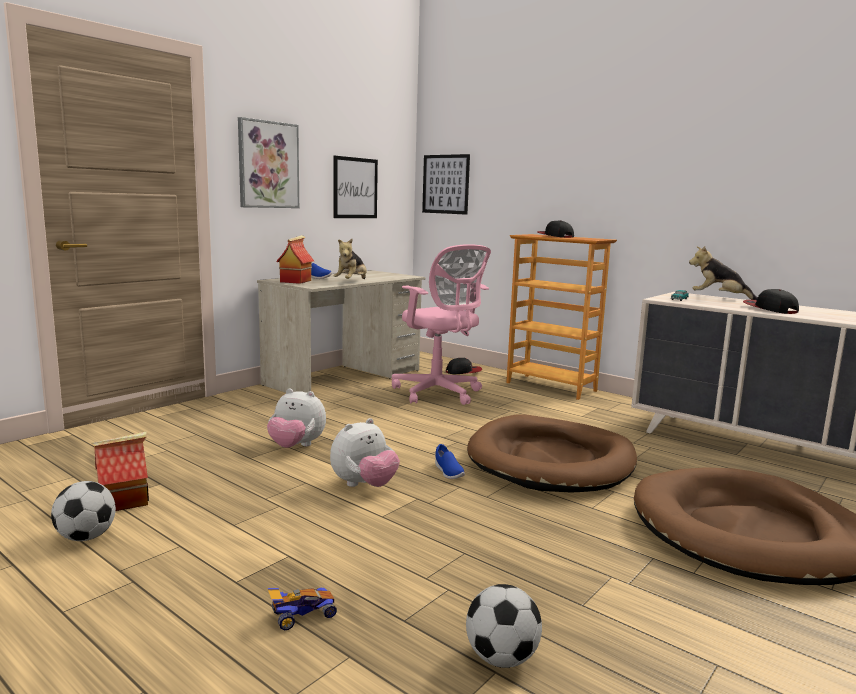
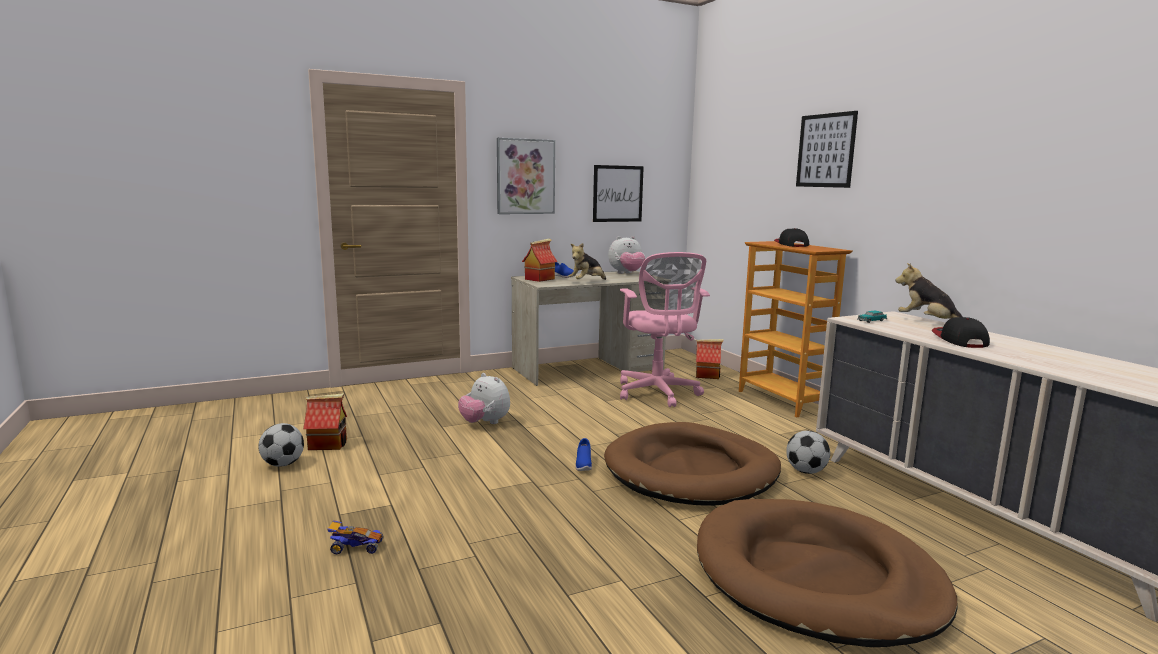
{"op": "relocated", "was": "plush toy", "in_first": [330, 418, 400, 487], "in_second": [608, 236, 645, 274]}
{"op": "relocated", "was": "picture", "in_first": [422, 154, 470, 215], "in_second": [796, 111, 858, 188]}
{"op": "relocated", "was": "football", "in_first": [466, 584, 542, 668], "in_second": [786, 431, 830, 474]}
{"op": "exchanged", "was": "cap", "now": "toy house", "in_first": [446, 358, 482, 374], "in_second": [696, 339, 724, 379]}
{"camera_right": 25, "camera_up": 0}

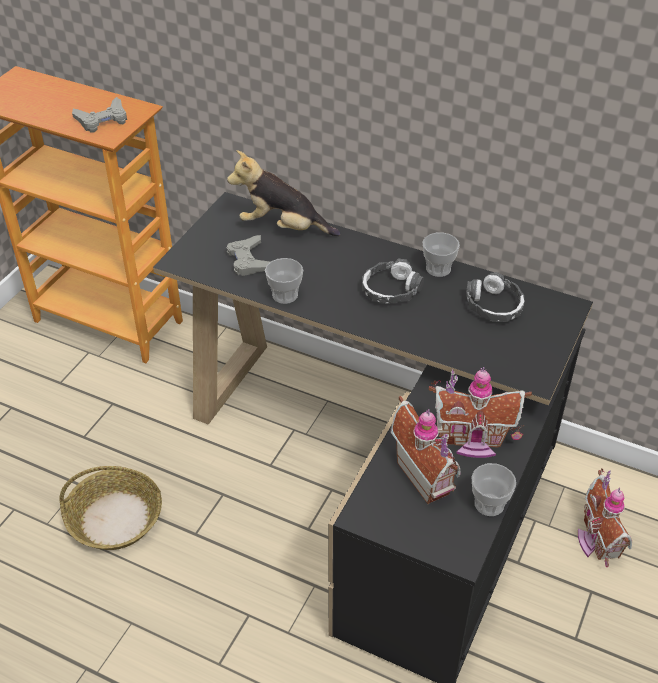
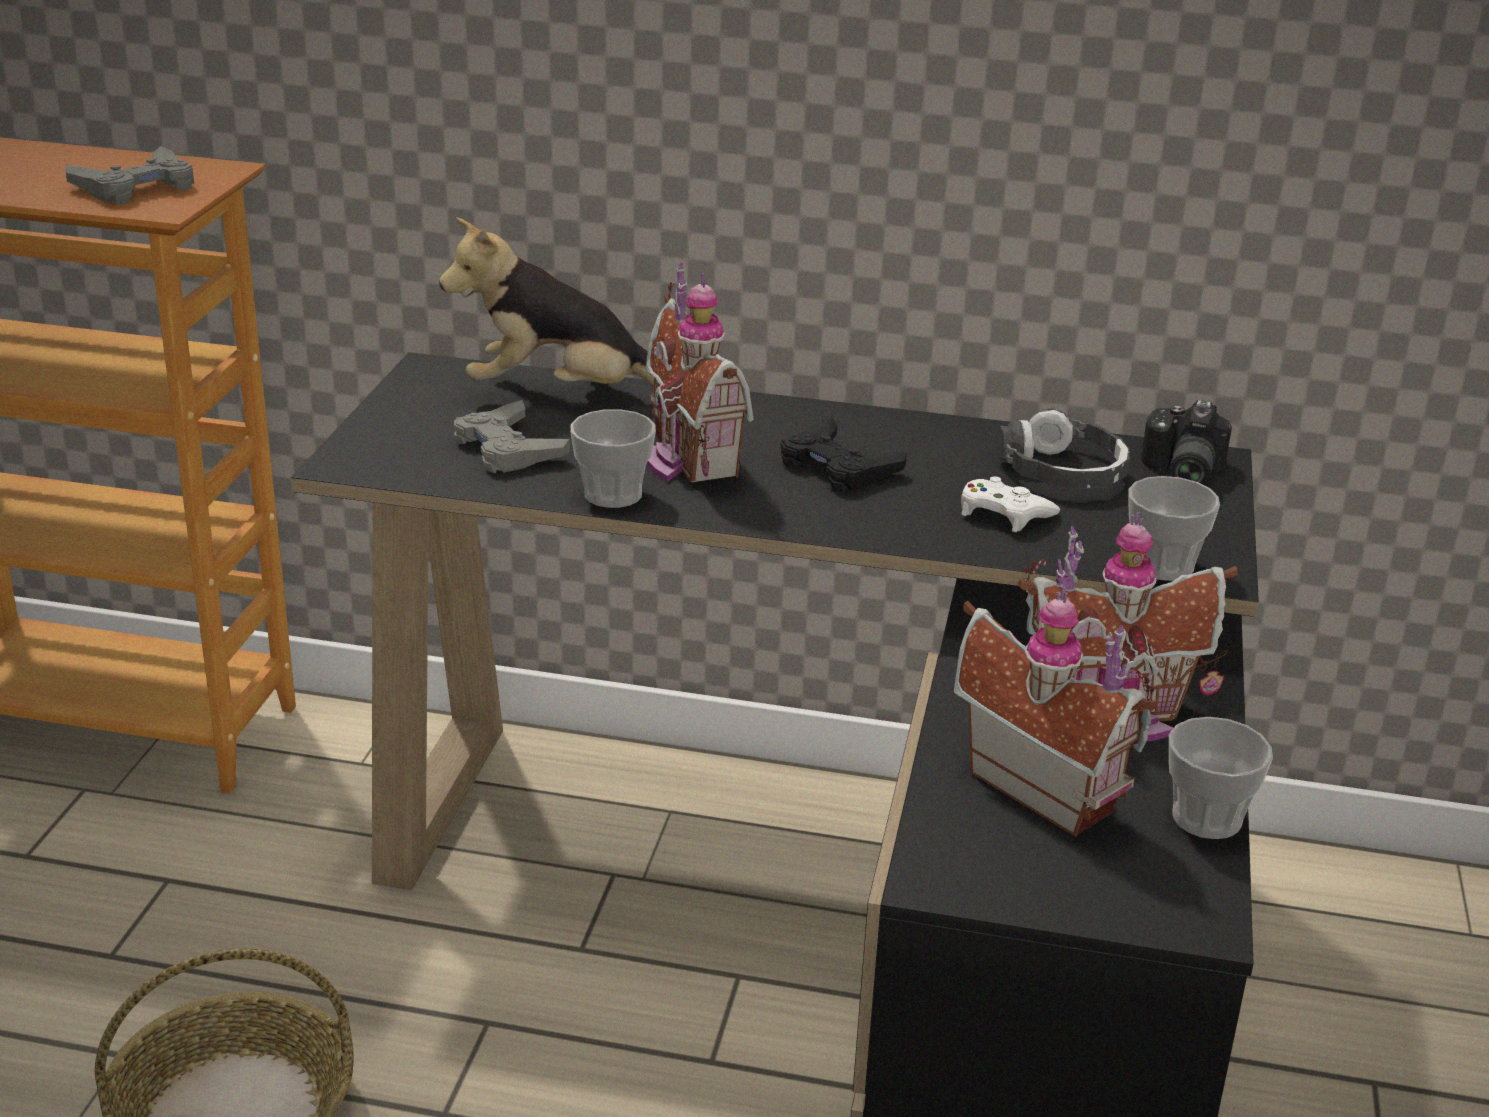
{"op": "appeared", "now": "game controller in white", "in_second": [961, 476, 1060, 532]}
{"op": "appeared", "now": "photo camera", "in_second": [1141, 400, 1232, 485]}
{"op": "relocated", "was": "cup", "in_first": [423, 233, 460, 277], "in_second": [1128, 476, 1220, 581]}
{"op": "relocated", "was": "toy house", "in_first": [578, 468, 632, 567], "in_second": [646, 263, 754, 482]}
{"op": "exchanged", "was": "headphones", "now": "game controller in black", "in_first": [362, 259, 424, 303], "in_second": [781, 417, 907, 493]}
{"camera_right": -15, "camera_up": -15}

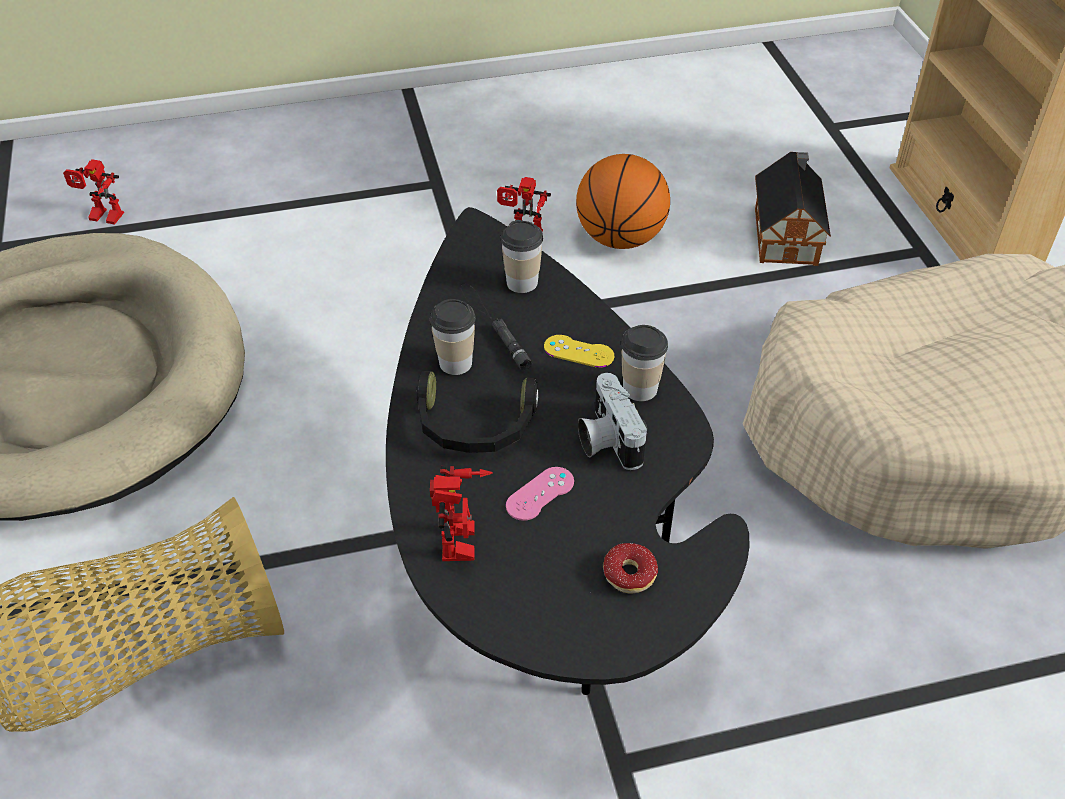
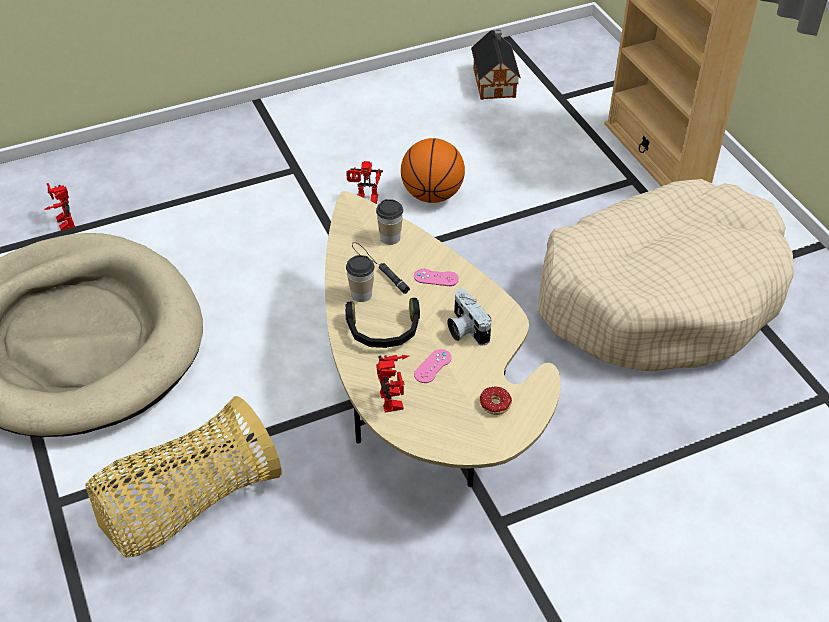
{"op": "missing", "was": "cup", "in_first": [621, 325, 668, 401]}
{"op": "relocated", "was": "toy house", "in_first": [755, 152, 831, 266], "in_second": [471, 30, 521, 100]}
{"op": "colour", "was": "coffee table in black", "now": "coffee table in beige", "in_first": [386, 207, 750, 695], "in_second": [325, 191, 561, 487]}
{"op": "colour", "was": "game controller in yellow", "now": "game controller in pink", "in_first": [544, 335, 614, 368], "in_second": [414, 268, 459, 286]}
{"op": "spun", "was": "toy robot", "in_first": [63, 159, 124, 224], "in_second": [44, 183, 75, 231], "clockwise": 60}
{"camera_right": -10, "camera_up": 0}

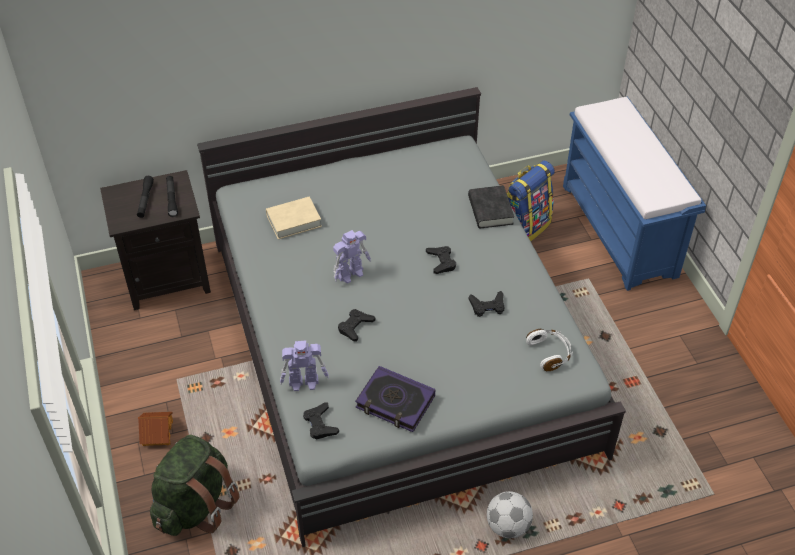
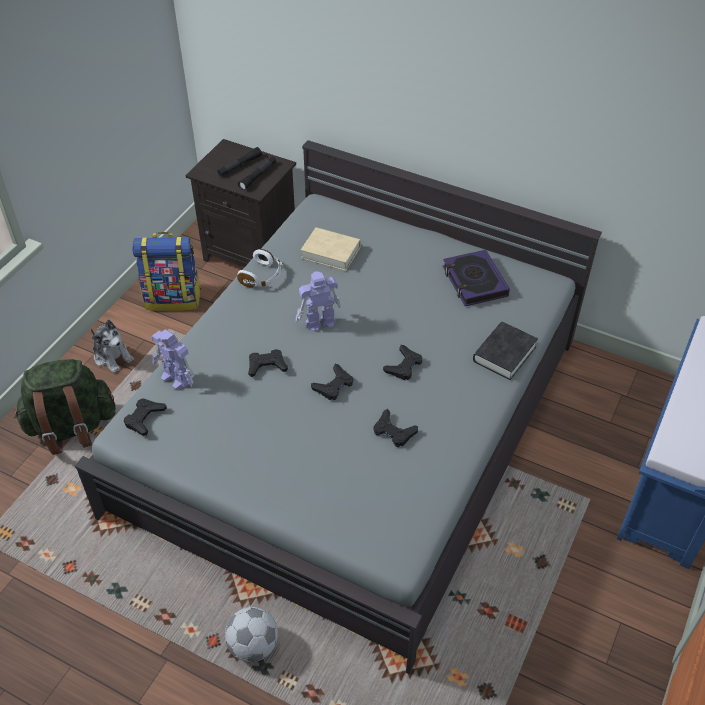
{"op": "appeared", "now": "game controller in black", "in_second": [311, 363, 353, 400]}
{"op": "relocated", "was": "book", "in_first": [355, 366, 435, 432], "in_second": [443, 250, 510, 306]}
{"op": "relocated", "was": "backpack", "in_first": [507, 160, 555, 241], "in_second": [132, 232, 201, 311]}
{"op": "relocated", "was": "headphones in white", "in_first": [526, 329, 573, 371], "in_second": [237, 249, 283, 287]}
{"op": "exchanged", "was": "toy house", "now": "plush toy", "in_first": [138, 412, 173, 446], "in_second": [91, 320, 134, 373]}
{"op": "spun", "was": "toy robot", "in_first": [333, 230, 371, 284], "in_second": [295, 271, 341, 332], "clockwise": 150}
{"camera_right": 45, "camera_up": 0}

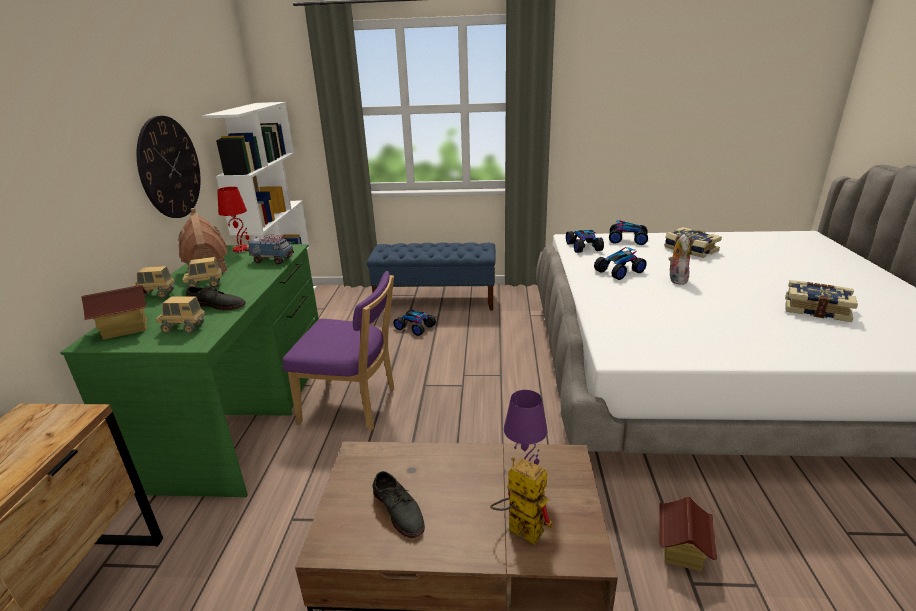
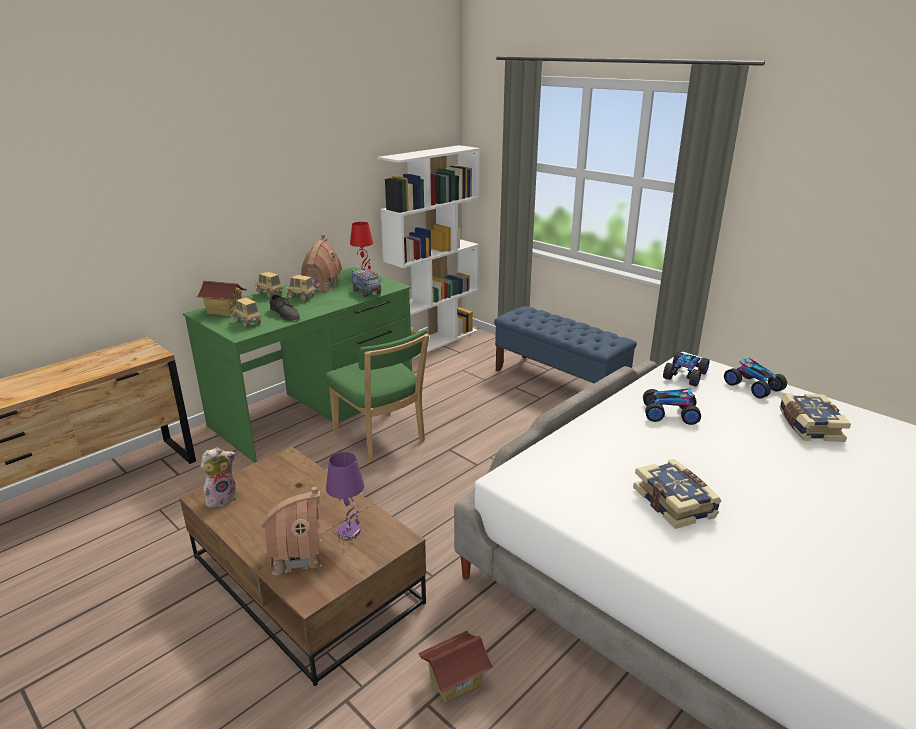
{"op": "missing", "was": "wall clock", "in_first": [136, 116, 200, 218]}
{"op": "missing", "was": "shoe in grey", "in_first": [372, 471, 425, 538]}
{"op": "missing", "was": "toy car", "in_first": [393, 310, 436, 336]}
{"op": "relocated", "was": "plush toy", "in_first": [668, 234, 690, 285], "in_second": [200, 447, 237, 509]}
{"op": "relocated", "was": "book", "in_first": [785, 280, 858, 322], "in_second": [633, 459, 722, 529]}
{"op": "exchanged", "was": "toy robot", "now": "toy house", "in_first": [490, 457, 553, 545], "in_second": [261, 487, 322, 575]}
{"op": "colour", "was": "chair in purple", "now": "chair in green", "in_first": [283, 271, 394, 431], "in_second": [326, 329, 429, 462]}
{"camera_right": 40, "camera_up": 0}

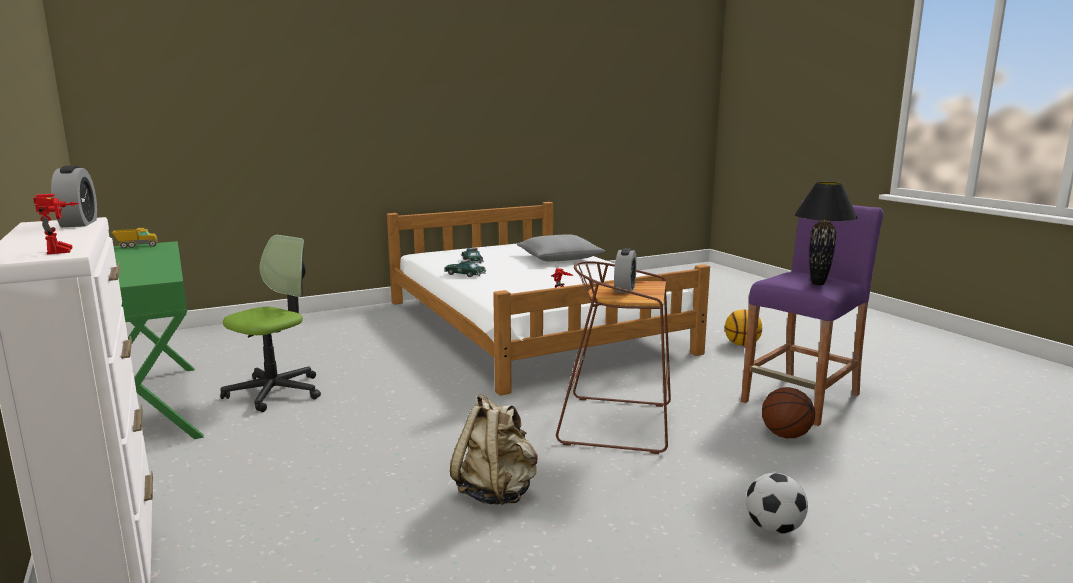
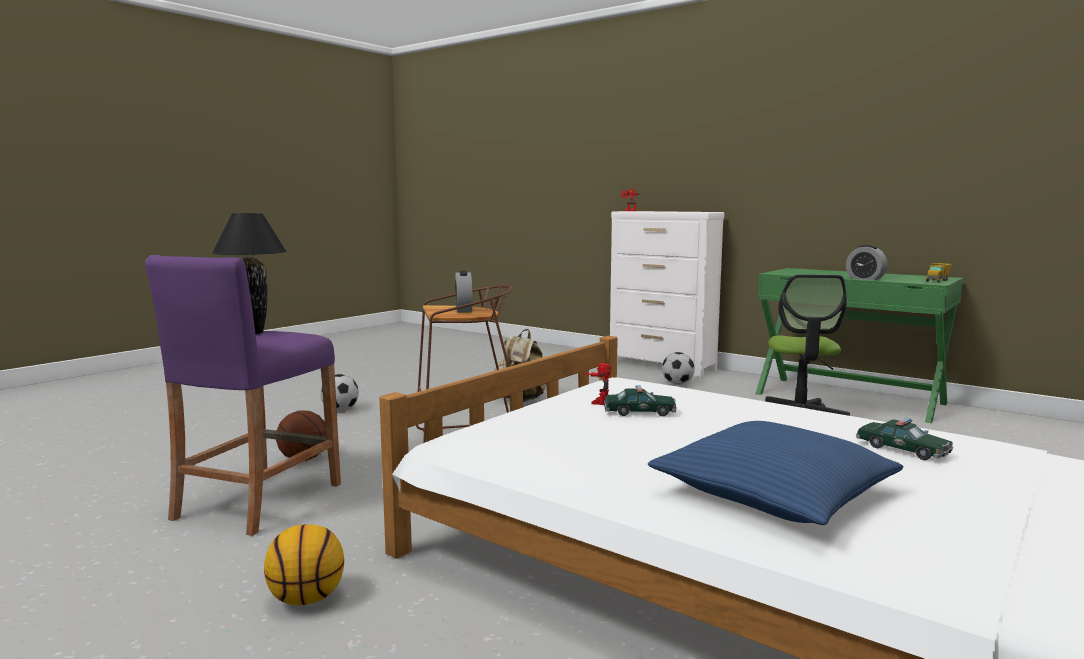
{"op": "appeared", "now": "football", "in_second": [662, 352, 695, 385]}
{"op": "relocated", "was": "alarm clock", "in_first": [51, 165, 97, 227], "in_second": [846, 245, 887, 280]}
{"op": "relocated", "was": "toy car", "in_first": [444, 259, 486, 277], "in_second": [604, 385, 676, 416]}
{"op": "colour", "was": "pillow in grey", "now": "pillow in blue", "in_first": [517, 234, 605, 262], "in_second": [648, 421, 904, 525]}
{"camera_right": 155, "camera_up": -5}

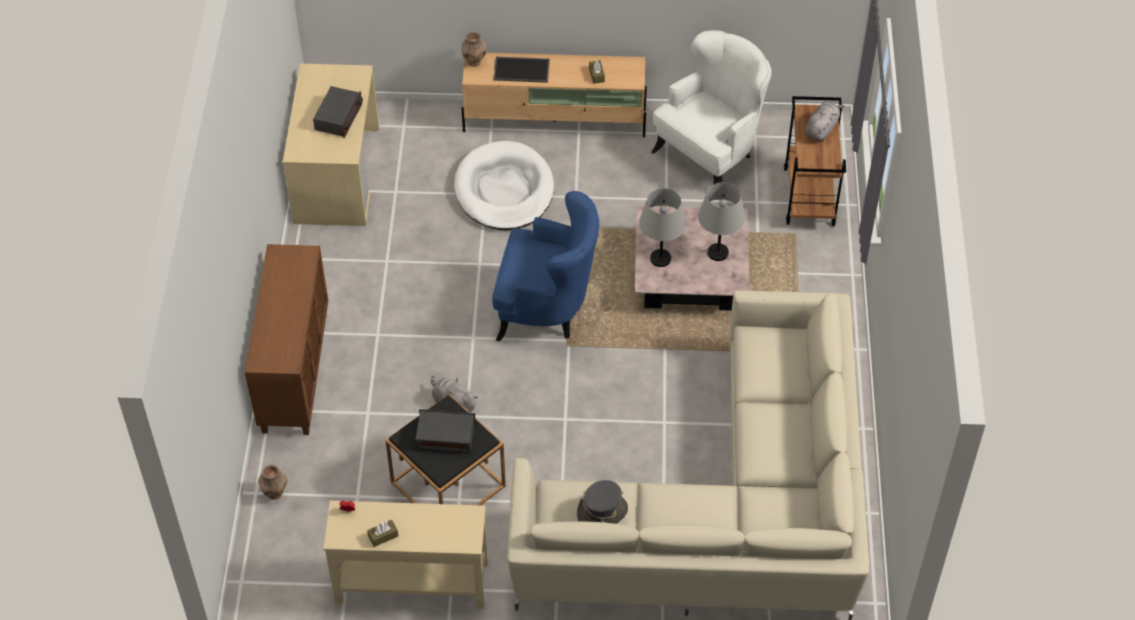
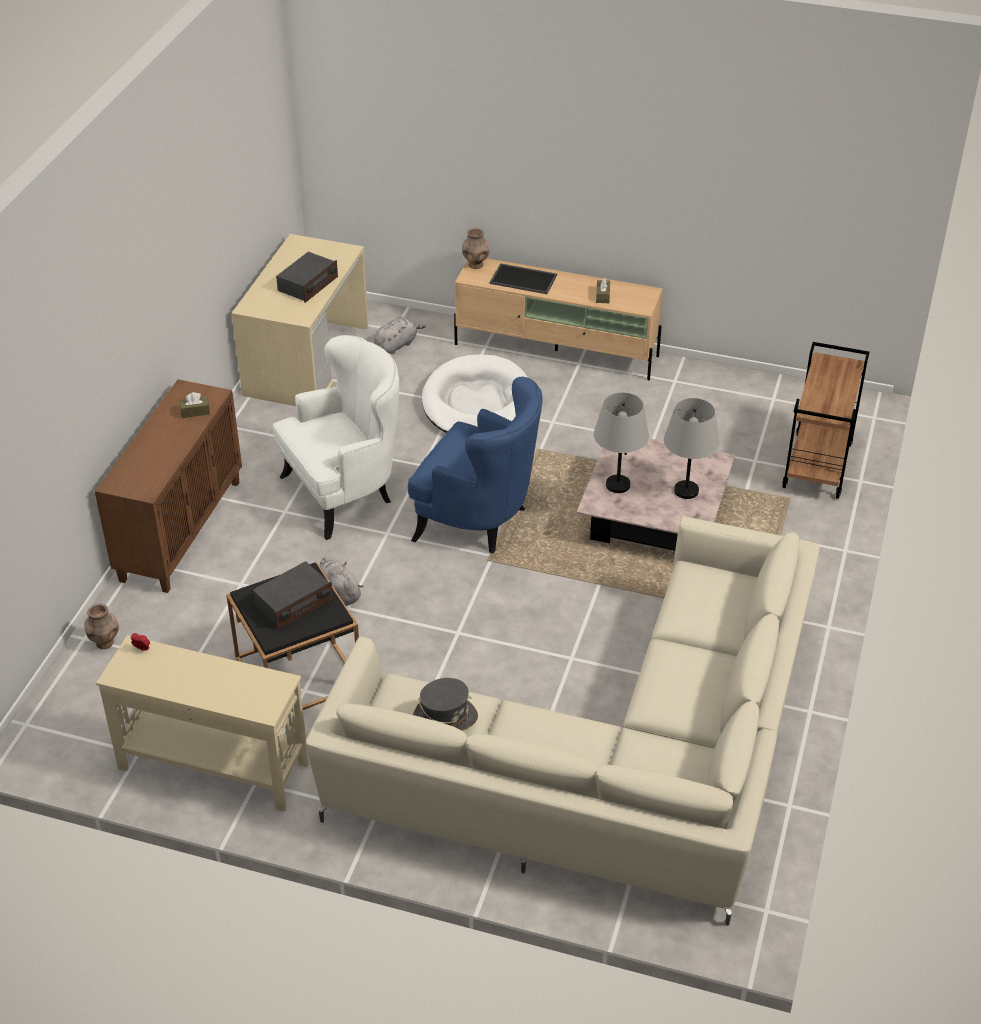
{"op": "relocated", "was": "tissue box in brown", "in_first": [367, 520, 398, 547], "in_second": [179, 392, 210, 418]}
{"op": "relocated", "was": "armchair in white", "in_first": [651, 30, 772, 184], "in_second": [273, 335, 399, 540]}
{"op": "relocated", "was": "plush toy in grey", "in_first": [805, 102, 845, 141], "in_second": [374, 317, 426, 354]}
{"op": "spun", "was": "radio", "in_first": [416, 409, 476, 454], "in_second": [253, 561, 333, 630], "clockwise": 120}
{"camera_right": 15, "camera_up": -10}

